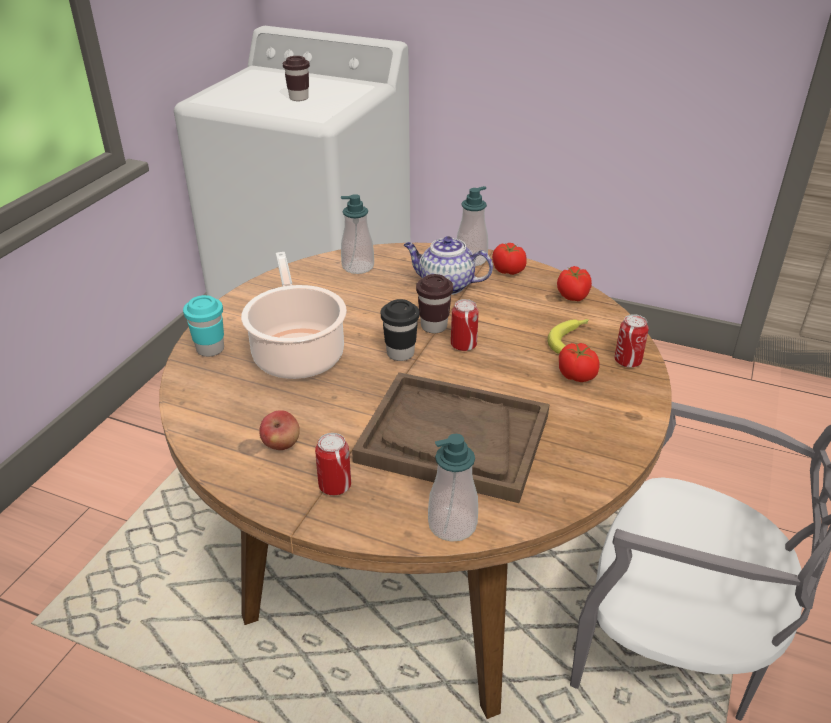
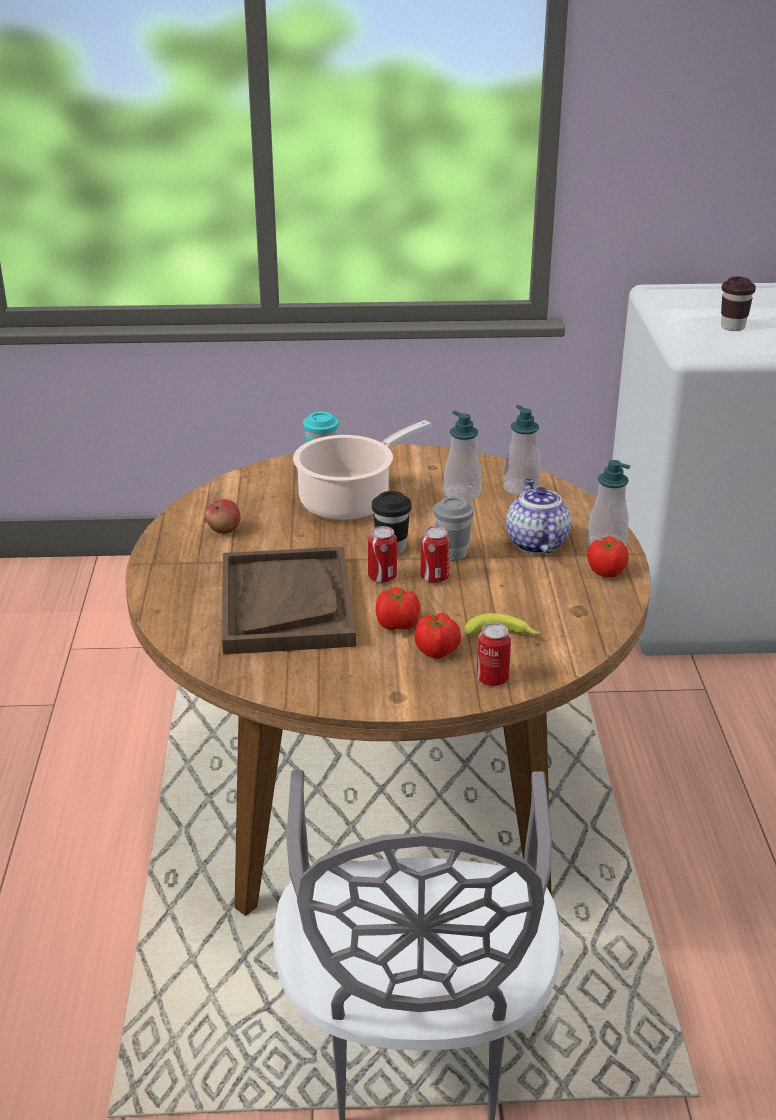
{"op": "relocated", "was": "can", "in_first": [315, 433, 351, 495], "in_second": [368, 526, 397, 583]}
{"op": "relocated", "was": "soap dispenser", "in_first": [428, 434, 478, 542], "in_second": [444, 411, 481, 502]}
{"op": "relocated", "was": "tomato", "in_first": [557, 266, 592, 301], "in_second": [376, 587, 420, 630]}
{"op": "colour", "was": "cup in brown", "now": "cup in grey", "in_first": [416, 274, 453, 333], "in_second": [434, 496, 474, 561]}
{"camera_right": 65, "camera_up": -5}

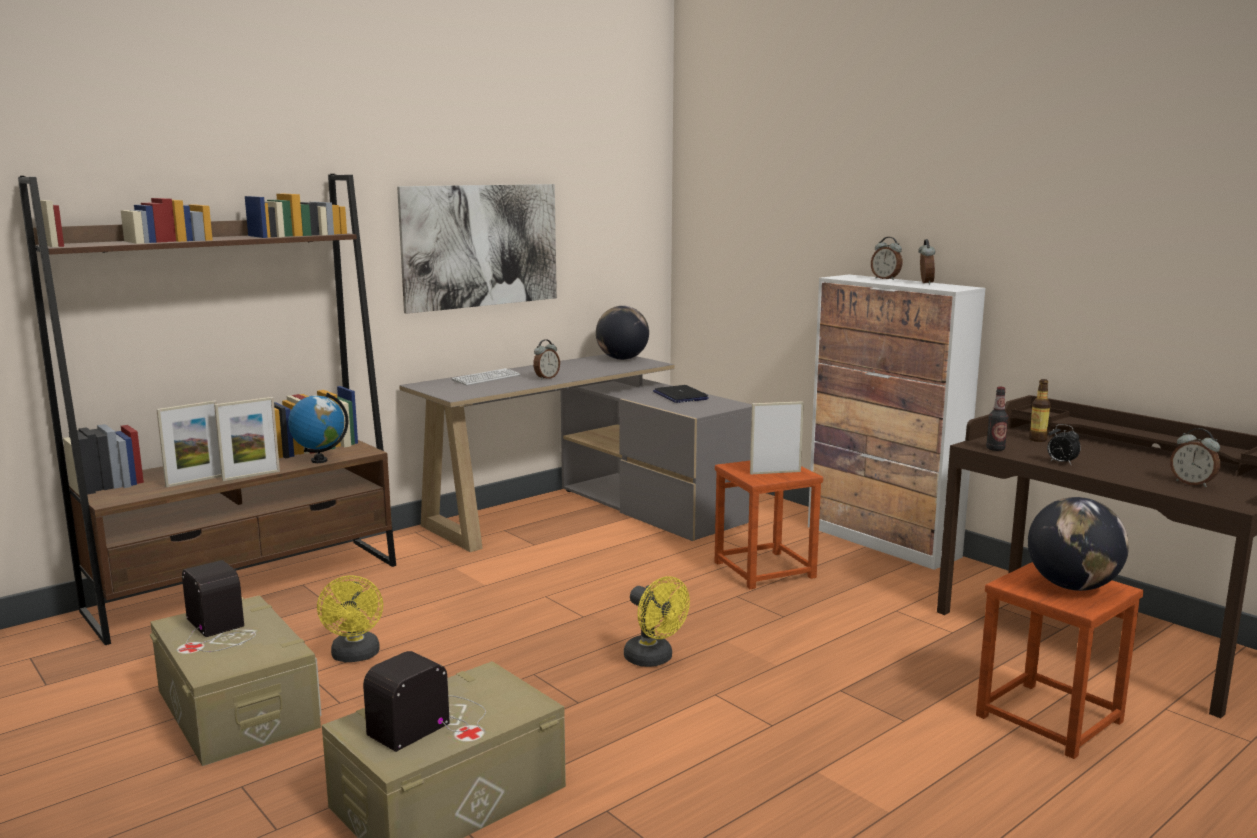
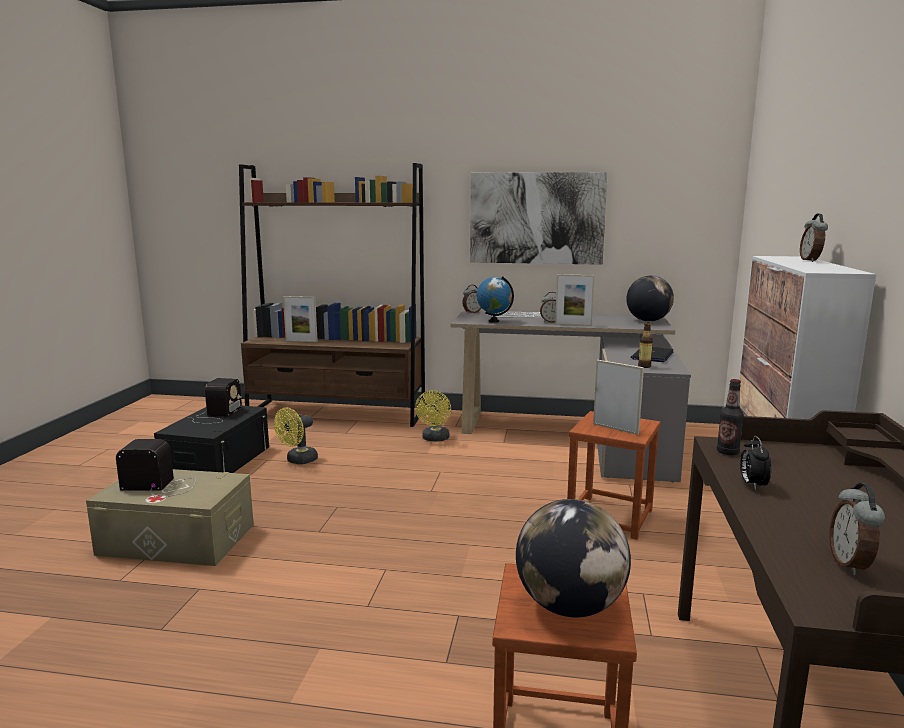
{"op": "relocated", "was": "picture frame", "in_first": [214, 397, 280, 481], "in_second": [555, 274, 594, 326]}
{"op": "relocated", "was": "globe", "in_first": [288, 393, 348, 463], "in_second": [477, 276, 514, 323]}
{"op": "relocated", "was": "fan in yellow", "in_first": [624, 576, 690, 667], "in_second": [415, 390, 451, 441]}
{"op": "relocated", "was": "alarm clock", "in_first": [918, 239, 935, 284], "in_second": [462, 285, 481, 314]}
{"op": "relocated", "was": "bottle", "in_first": [1029, 379, 1051, 442], "in_second": [638, 322, 653, 368]}
{"op": "colour", "was": "storage box in beige", "now": "storage box in black", "in_first": [150, 595, 321, 766], "in_second": [154, 406, 269, 473]}
{"camera_right": 50, "camera_up": 0}

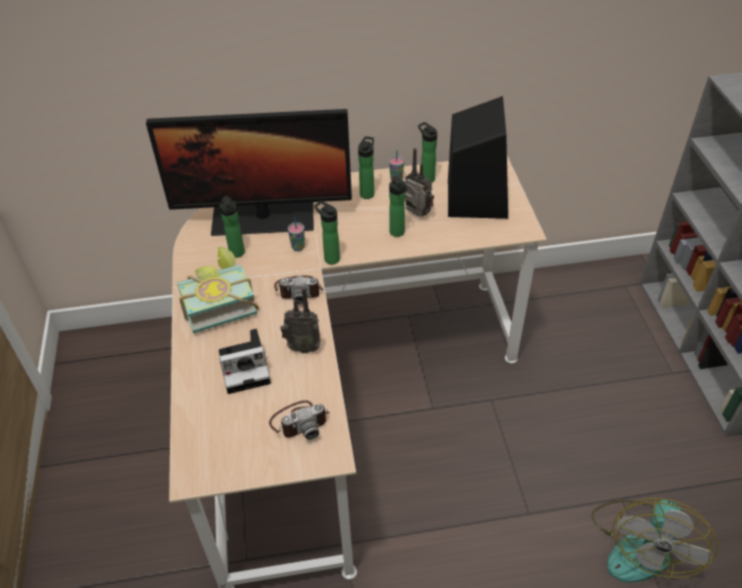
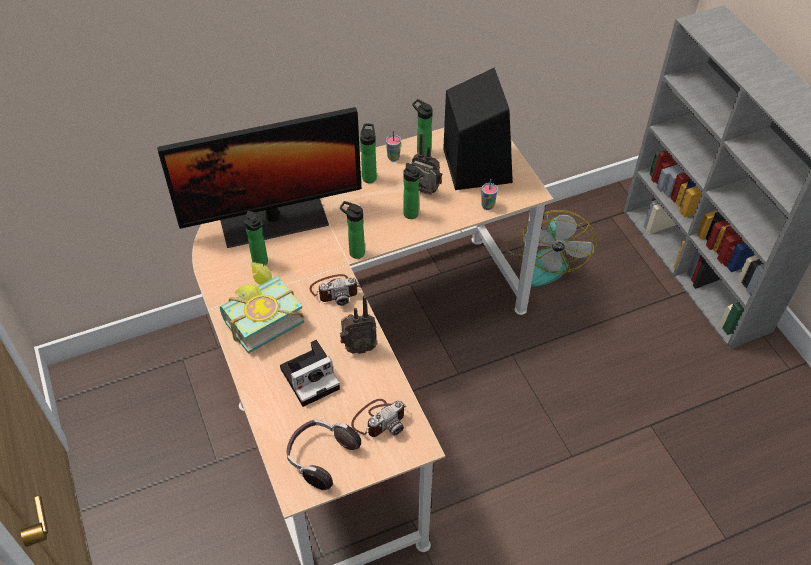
{"op": "appeared", "now": "headphones", "in_second": [286, 420, 361, 490]}
{"op": "relocated", "was": "cup", "in_first": [288, 217, 305, 251], "in_second": [482, 179, 498, 210]}
{"op": "relocated", "was": "fan", "in_first": [591, 498, 718, 582], "in_second": [505, 210, 597, 287]}
{"camera_right": -15, "camera_up": 5}

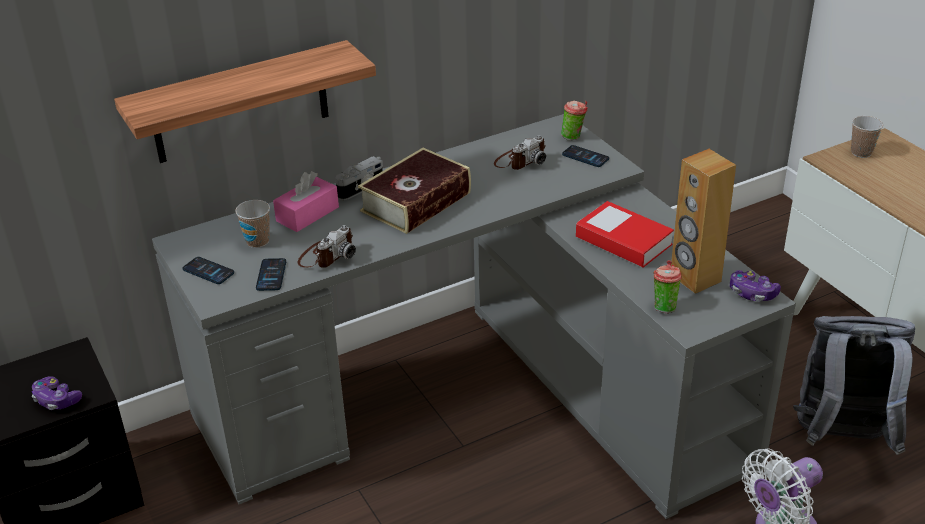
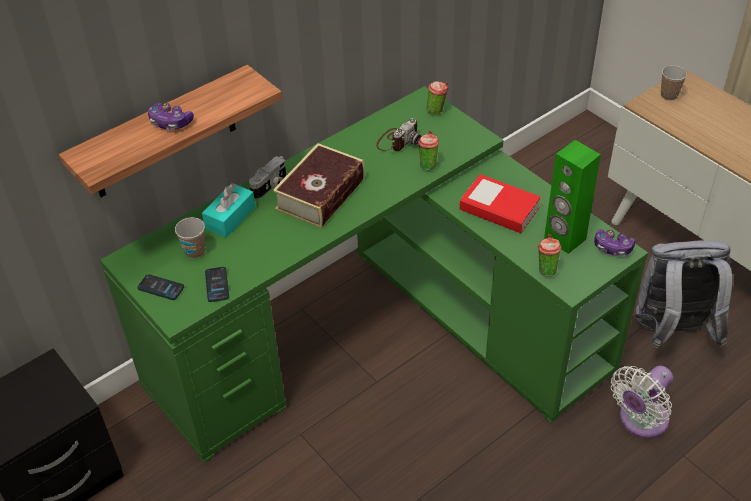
{"op": "missing", "was": "photo camera", "in_first": [298, 225, 356, 268]}
{"op": "missing", "was": "phone", "in_first": [562, 145, 609, 167]}
{"op": "appeared", "now": "cup", "in_second": [418, 131, 439, 170]}
{"op": "relocated", "was": "game controller", "in_first": [32, 377, 82, 410], "in_second": [148, 103, 194, 130]}
{"op": "colour", "was": "desk in grey", "now": "desk in green", "in_first": [152, 114, 796, 519], "in_second": [100, 86, 648, 463]}
{"op": "colour", "was": "tissue box in pink", "now": "tissue box in turquoise", "in_first": [273, 171, 339, 232], "in_second": [202, 183, 256, 238]}
{"op": "colour", "was": "speaker in brown", "now": "speaker in green", "in_first": [671, 149, 736, 294], "in_second": [544, 140, 601, 254]}
{"camera_right": -10, "camera_up": 10}

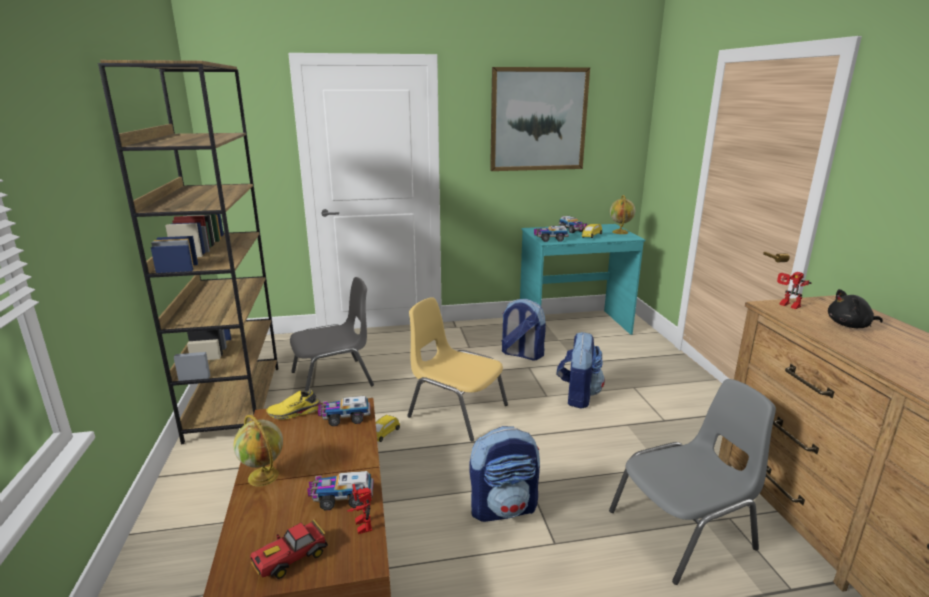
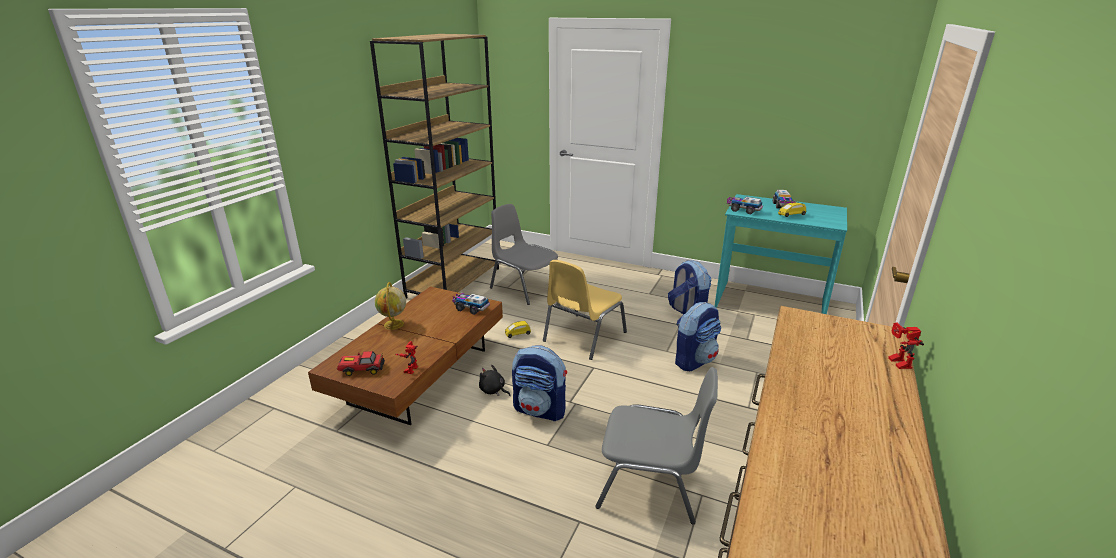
{"op": "missing", "was": "shoe in yellow", "in_first": [266, 390, 322, 420]}
{"op": "missing", "was": "toy truck", "in_first": [307, 471, 374, 510]}
{"op": "missing", "was": "picture", "in_first": [490, 67, 590, 171]}
{"op": "missing", "was": "globe", "in_first": [610, 195, 635, 234]}
{"op": "relocated", "was": "toy robot", "in_first": [777, 272, 812, 309], "in_second": [888, 323, 924, 369]}
{"op": "relocated", "was": "plush toy in black", "in_first": [828, 289, 883, 328], "in_second": [479, 365, 511, 396]}
{"op": "spun", "was": "chair in grey", "in_first": [290, 277, 374, 392], "in_second": [490, 204, 558, 305], "clockwise": -150}
{"op": "spun", "was": "chair in yellow", "in_first": [407, 297, 508, 441], "in_second": [543, 260, 627, 360], "clockwise": -120}
{"camera_right": 35, "camera_up": 5}

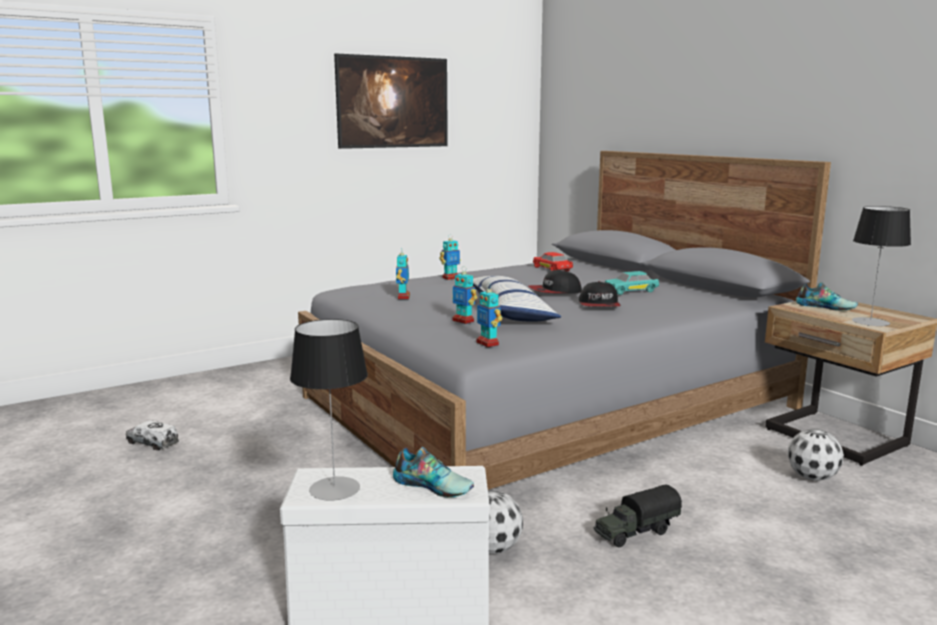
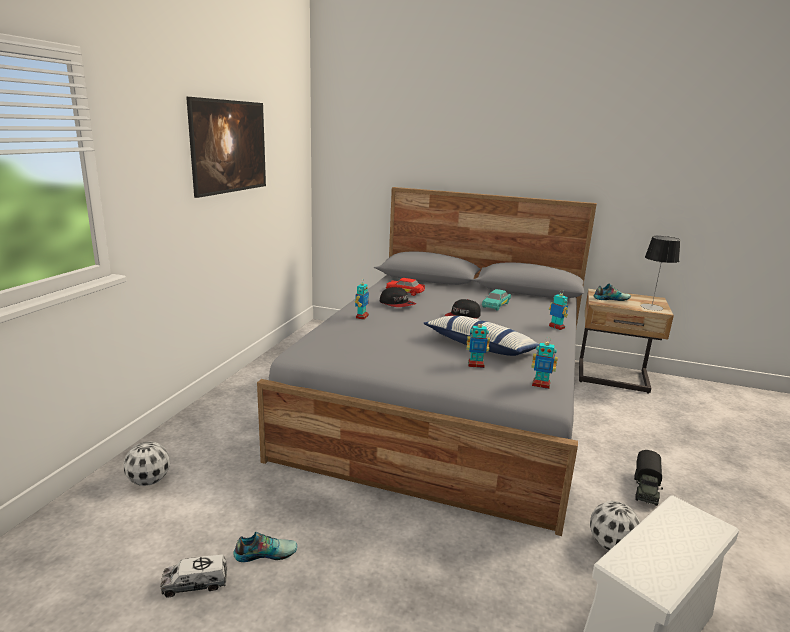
{"op": "missing", "was": "table lamp", "in_first": [290, 319, 368, 501]}
{"op": "relocated", "was": "shoe", "in_first": [393, 447, 474, 498], "in_second": [234, 532, 297, 562]}
{"op": "relocated", "was": "toy robot", "in_first": [396, 253, 410, 299], "in_second": [549, 291, 568, 330]}
{"op": "relocated", "was": "cap", "in_first": [579, 281, 621, 306], "in_second": [380, 287, 416, 307]}
{"op": "relocated", "was": "football", "in_first": [787, 429, 844, 481], "in_second": [123, 441, 170, 486]}
{"camera_right": -40, "camera_up": 5}

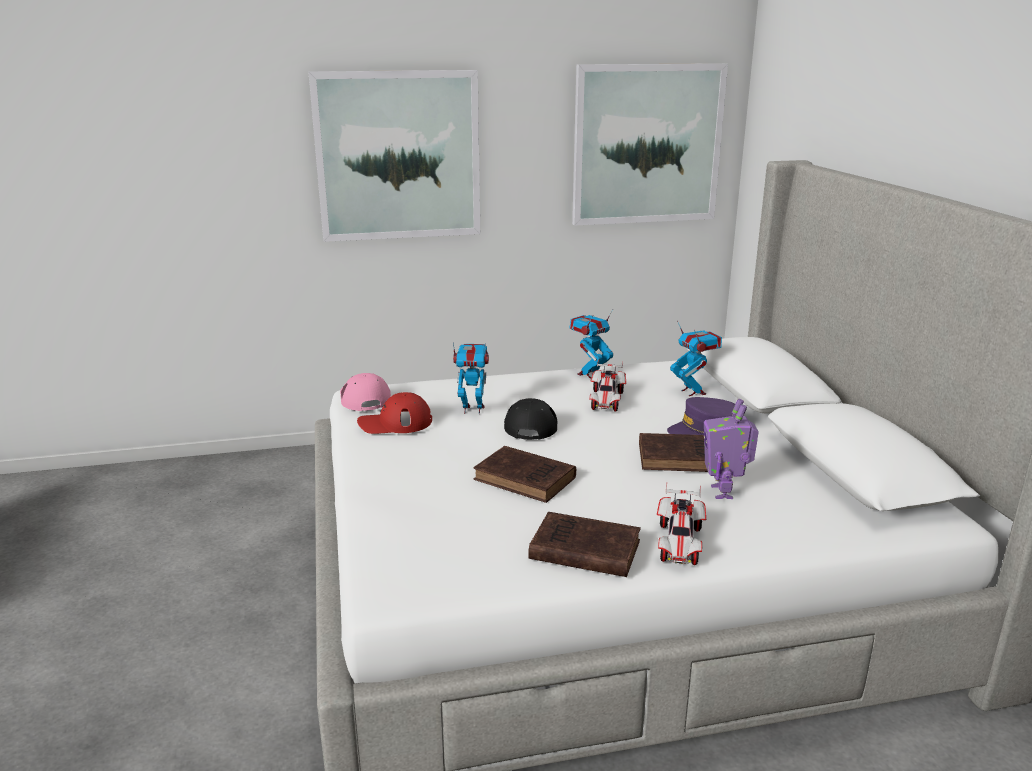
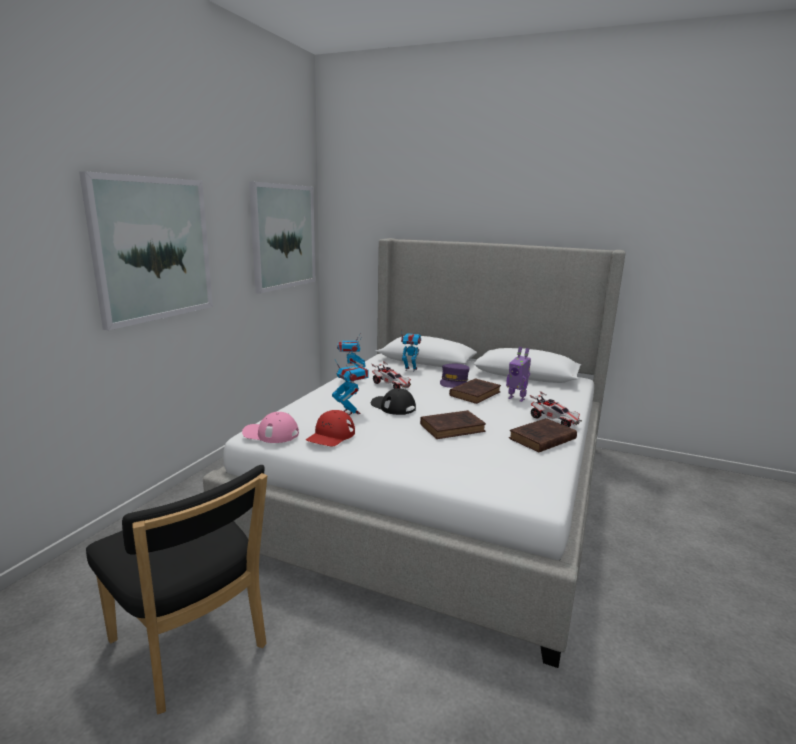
{"op": "appeared", "now": "chair in black", "in_second": [86, 465, 267, 715]}
{"op": "spun", "was": "toy robot", "in_first": [453, 343, 489, 414], "in_second": [332, 359, 369, 415], "clockwise": 105}
{"camera_right": -55, "camera_up": -5}

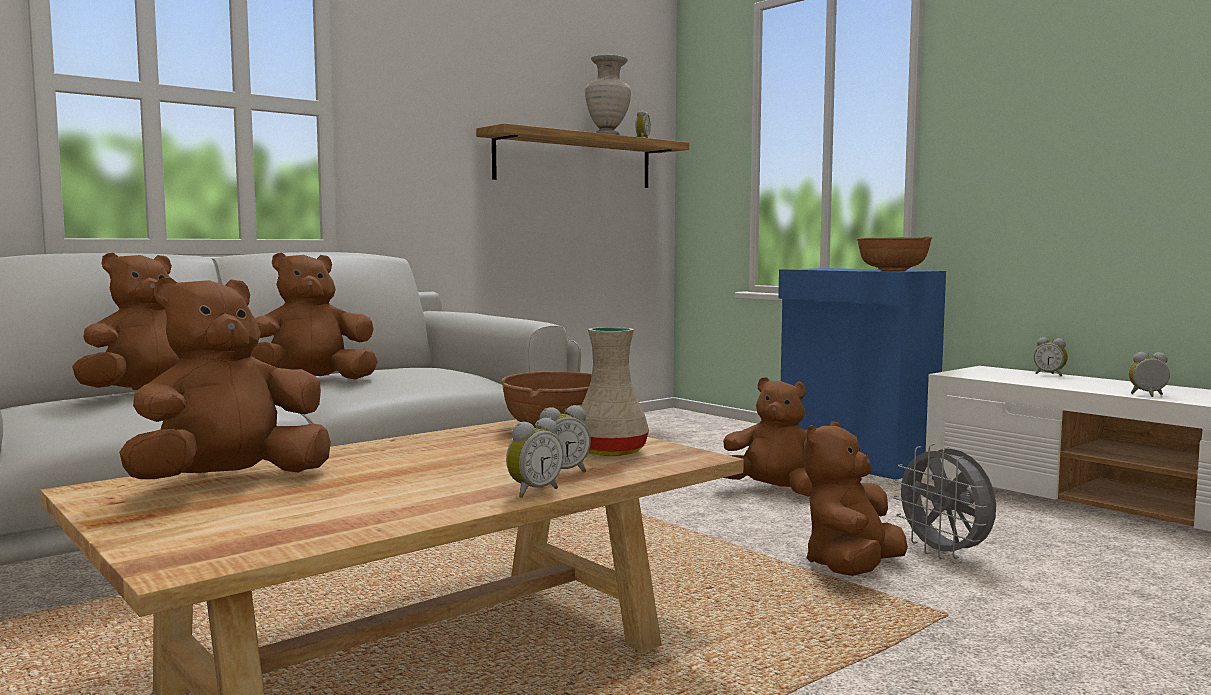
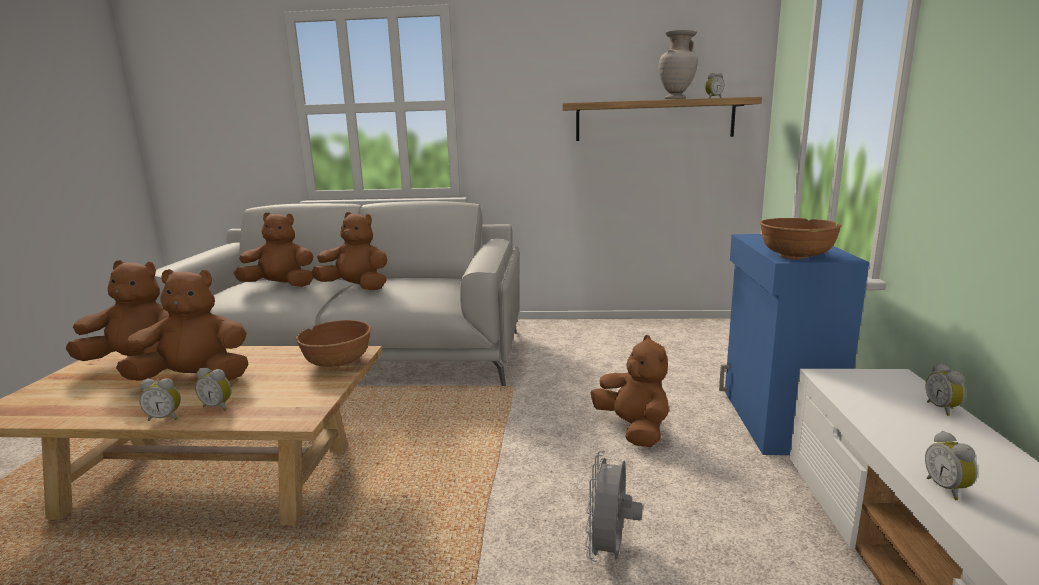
{"op": "missing", "was": "vase in beige", "in_first": [581, 327, 649, 456]}
{"op": "relocated", "was": "plush toy in brown", "in_first": [804, 421, 908, 576], "in_second": [116, 269, 249, 381]}
{"op": "spun", "was": "alarm clock", "in_first": [1129, 352, 1170, 397], "in_second": [925, 431, 978, 500], "clockwise": -150}
{"camera_right": 45, "camera_up": 10}

